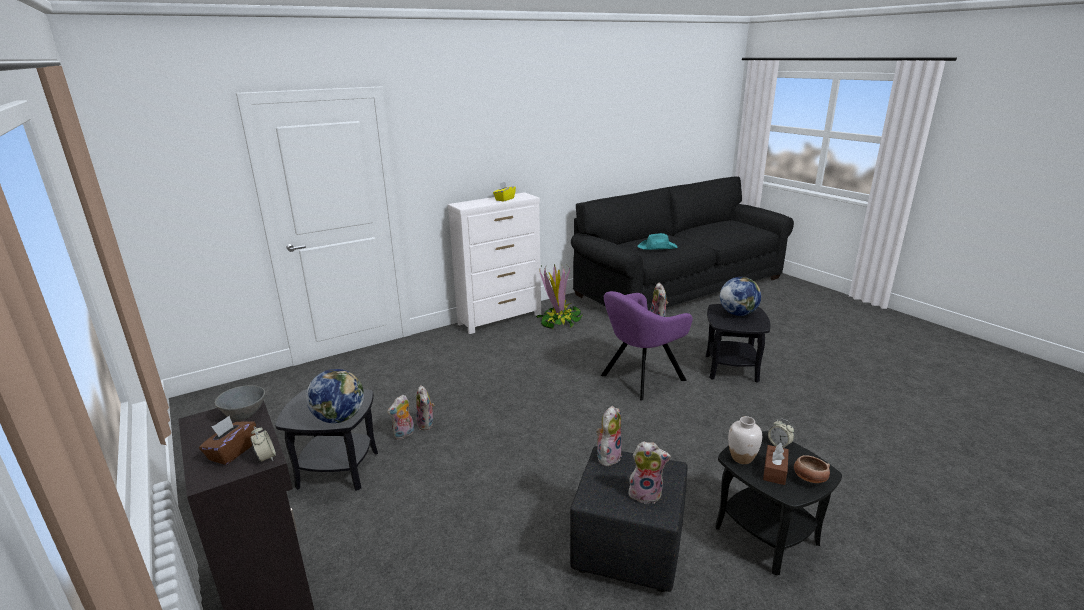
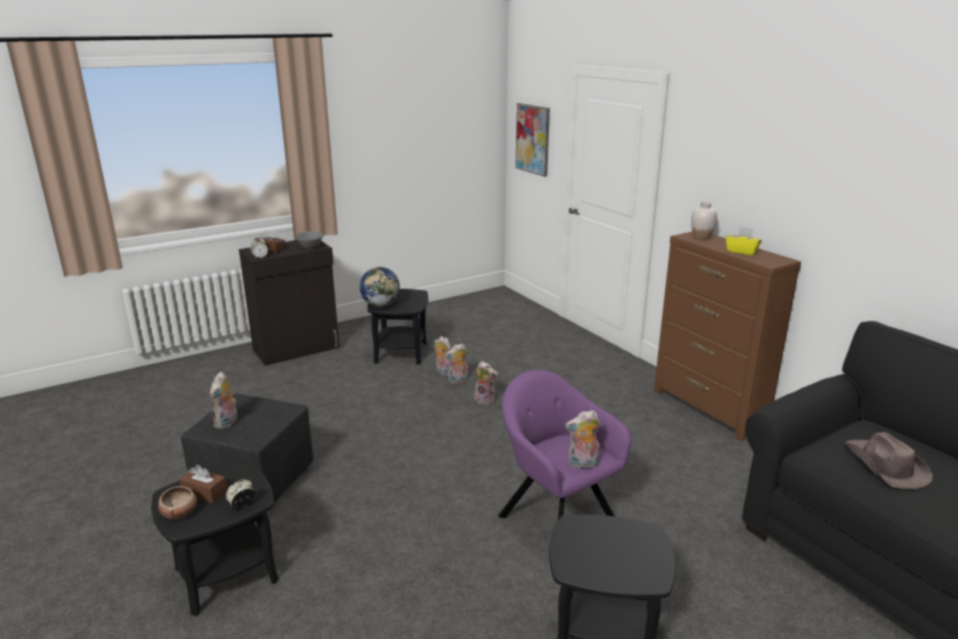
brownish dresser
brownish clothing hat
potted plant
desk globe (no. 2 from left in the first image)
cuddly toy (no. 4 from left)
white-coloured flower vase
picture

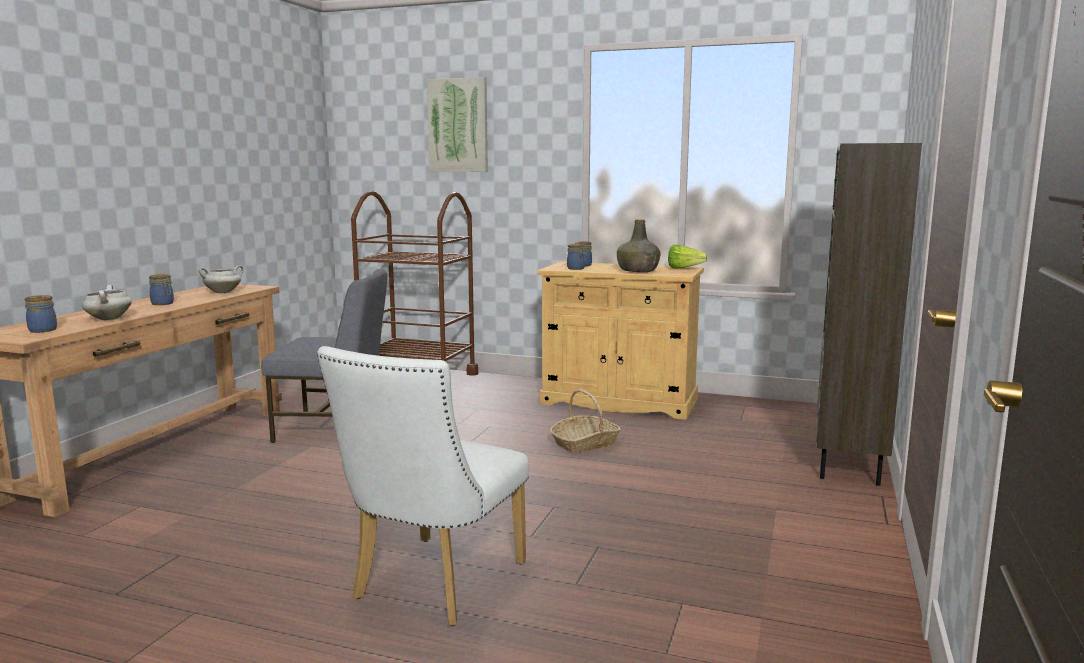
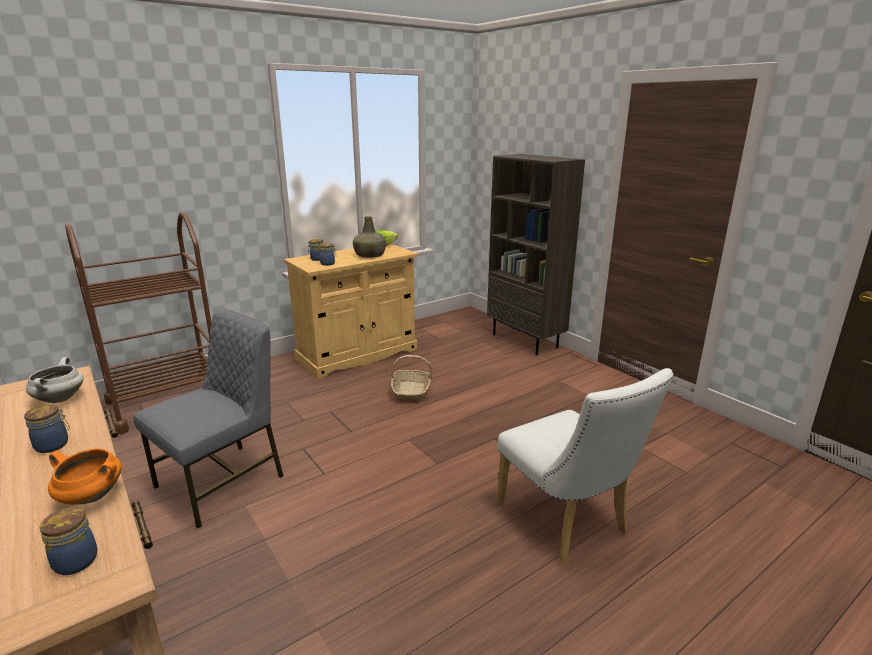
picture
orange-coloured saucepot

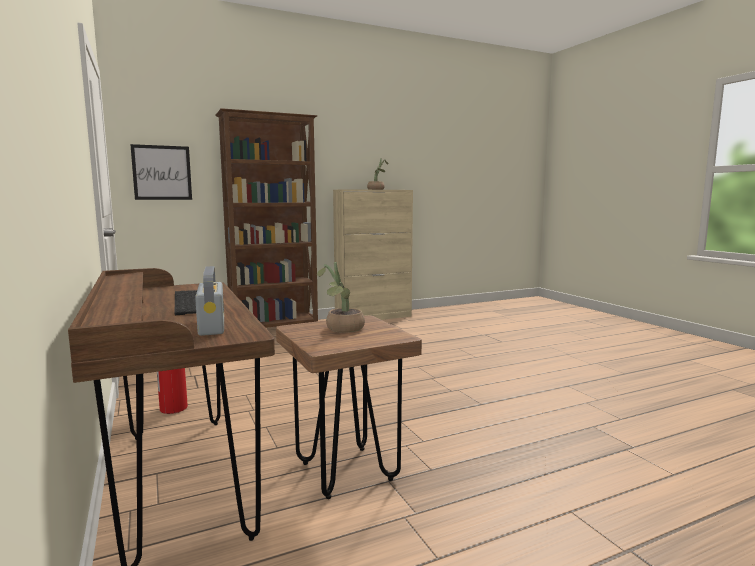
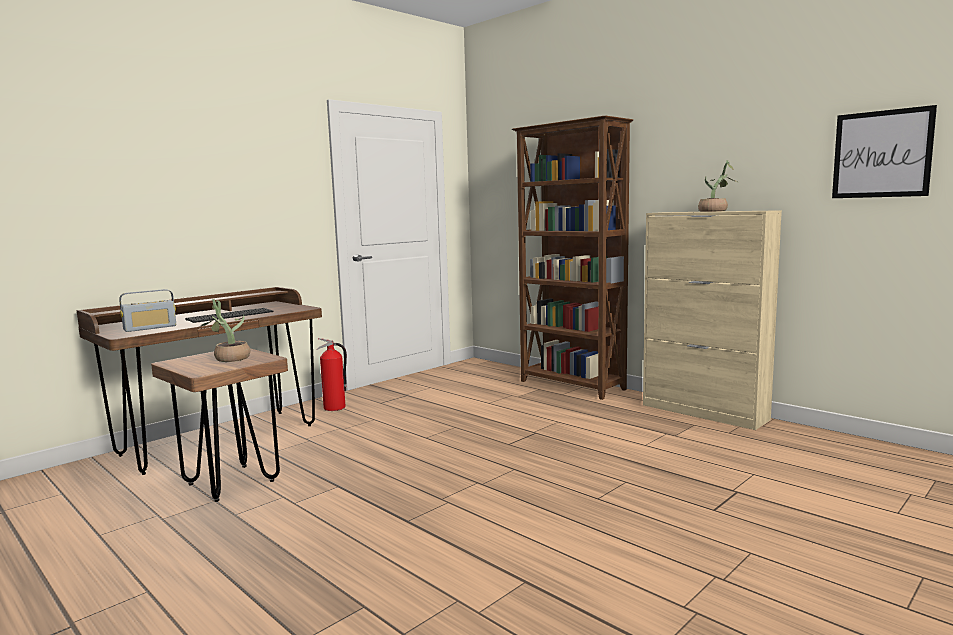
picture

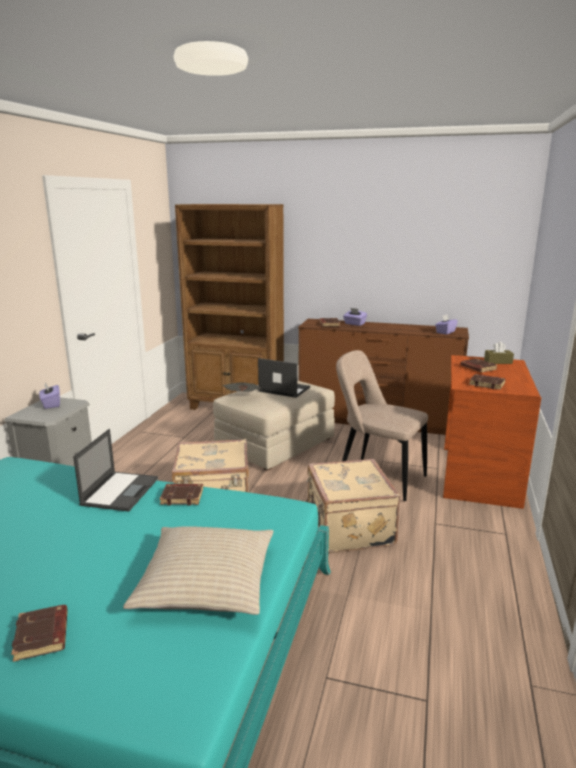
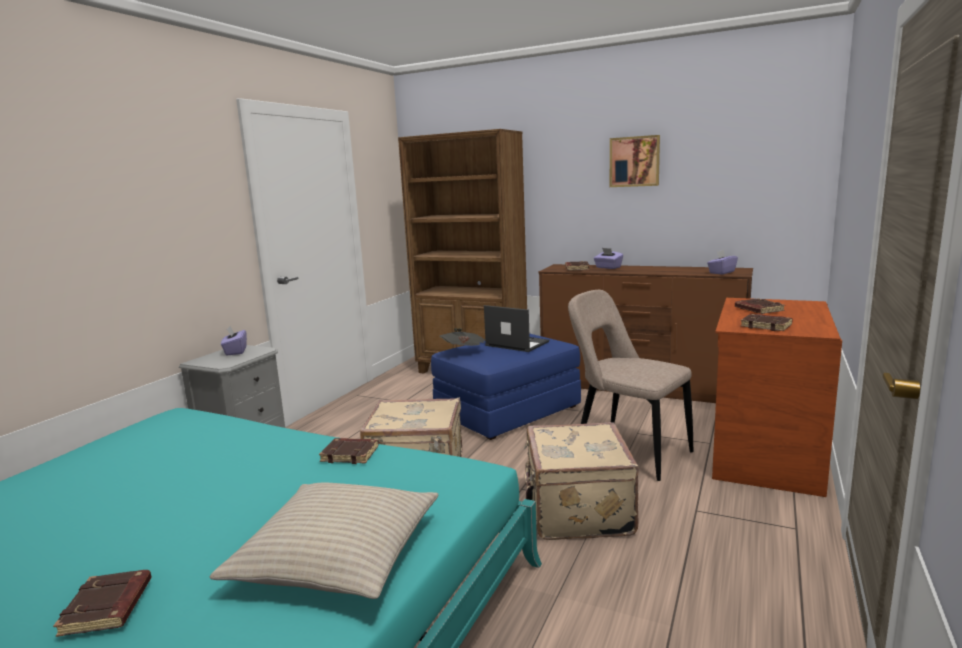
brownish tissue box
blue pouffe
portable computer (no. 1 from left in the first image)
picture

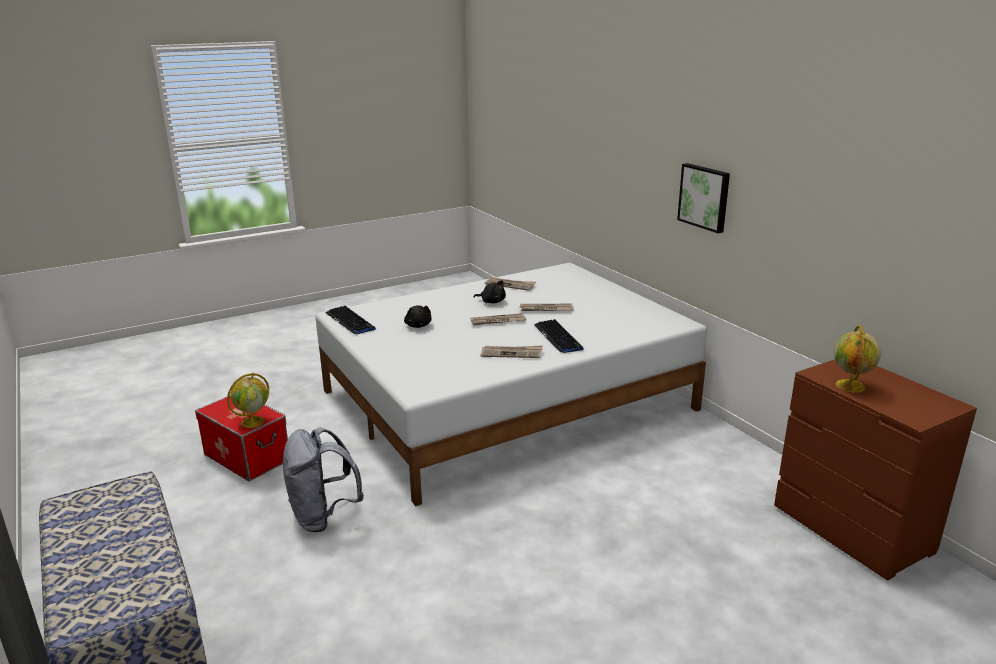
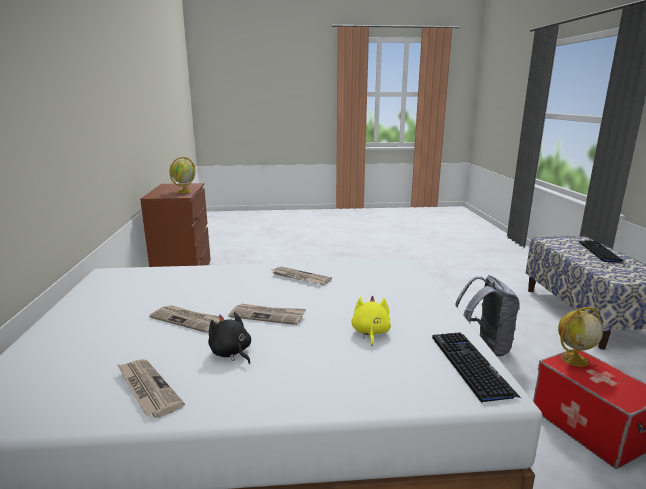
picture
yellow-coloured cuddly toy
computer keyboard (no. 2 from left)

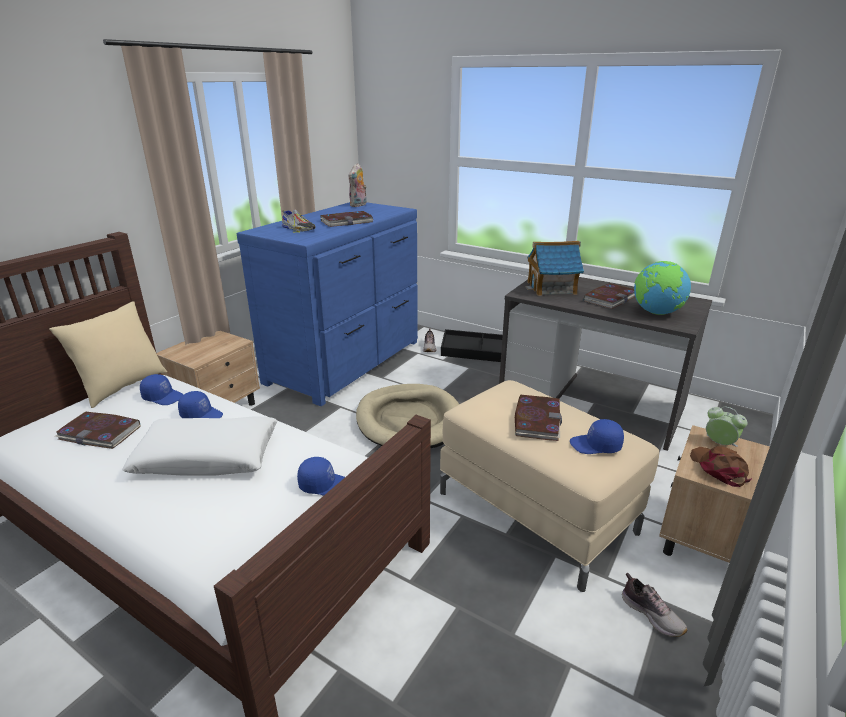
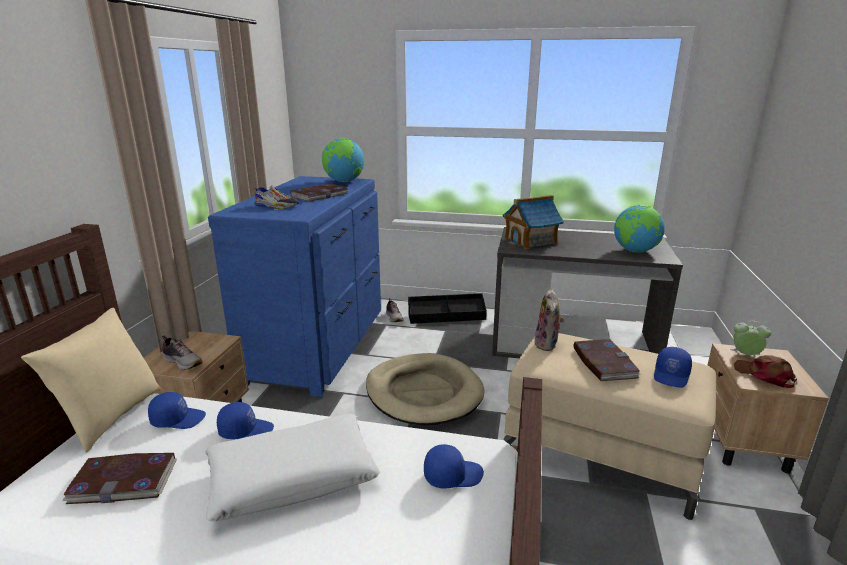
cuddly toy
volume (no. 4 from left in the first image)
blue peaked cap (no. 4 from left)
item of footwear (no. 1 from left)
desk globe (no. 1 from left)

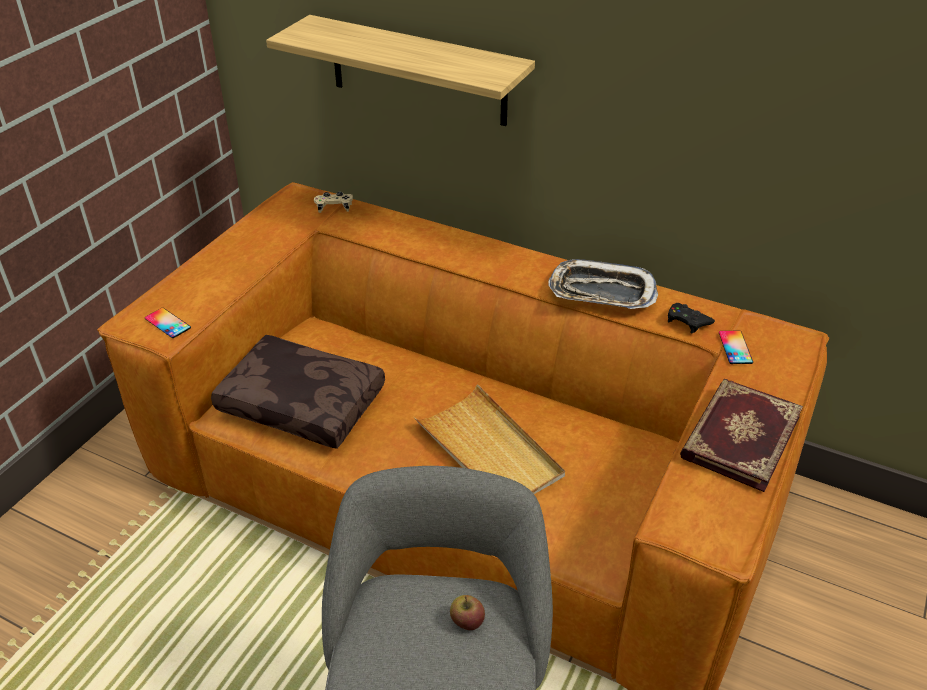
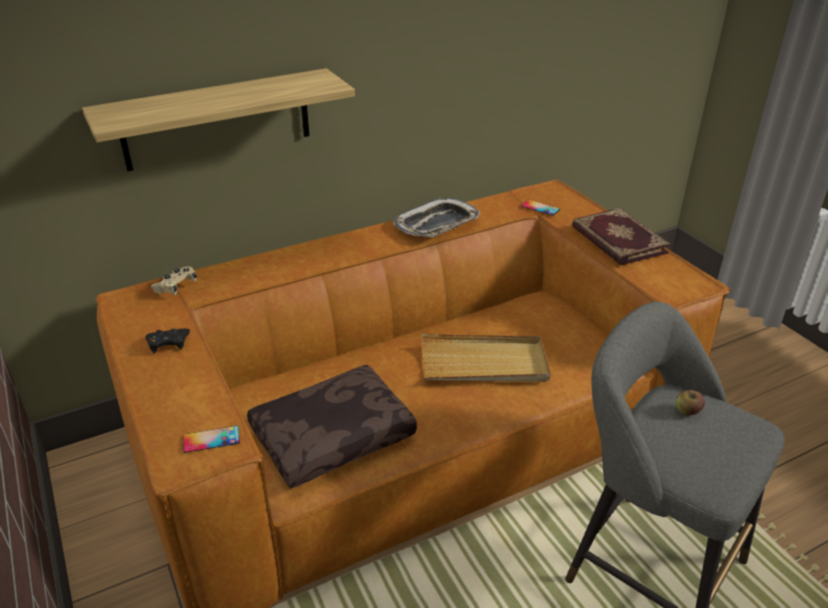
black joypad

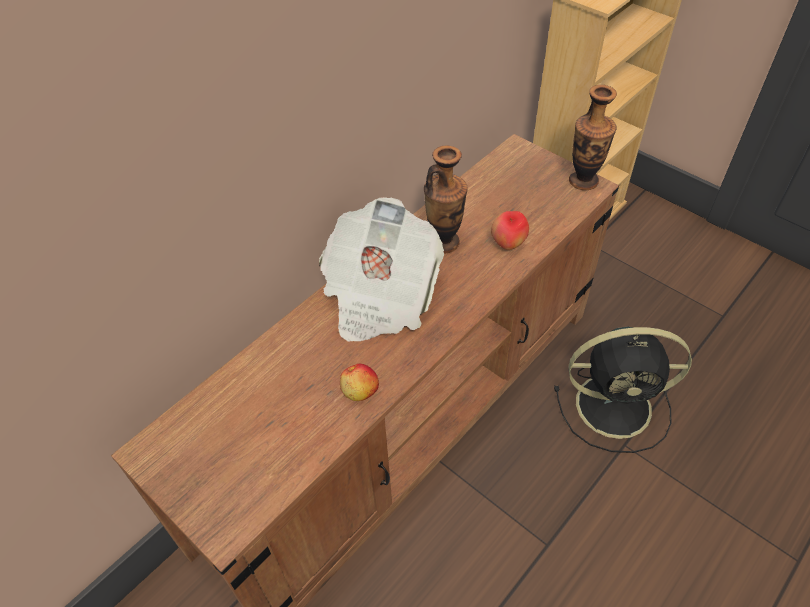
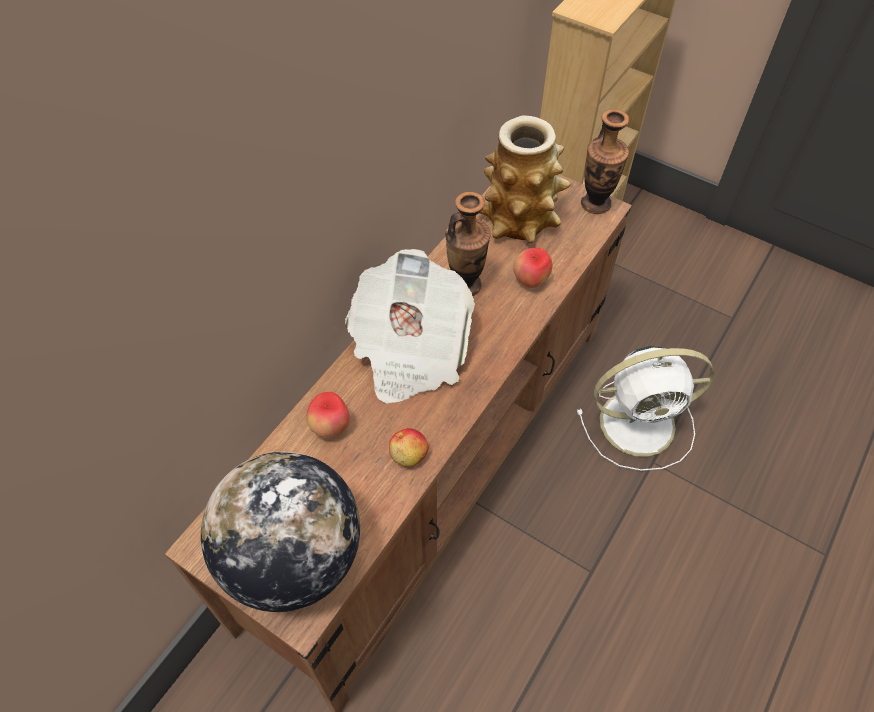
white-coloured fan
flower vase (no. 2 from left)
whole apple (no. 1 from left)
desk globe

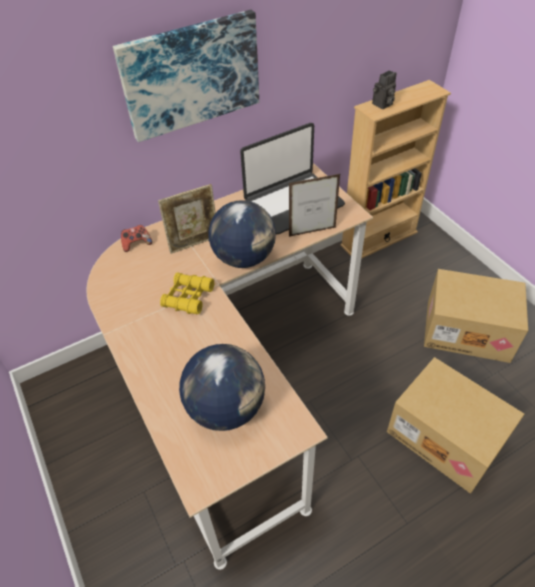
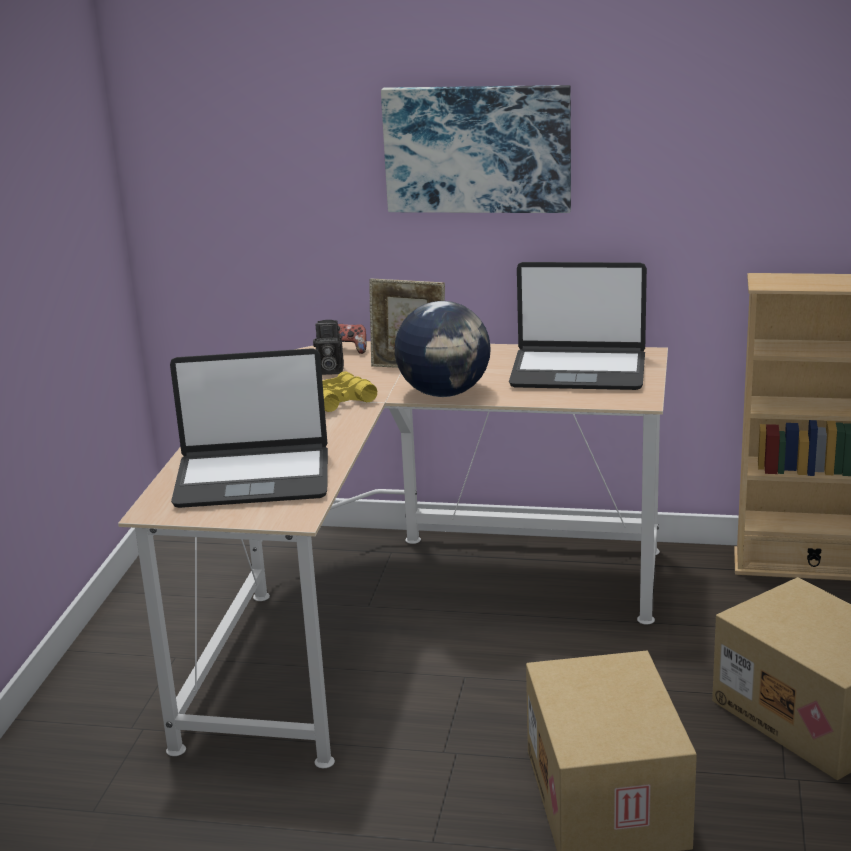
still camera
picture frame (no. 2 from left in the first image)
portable computer (no. 1 from left)

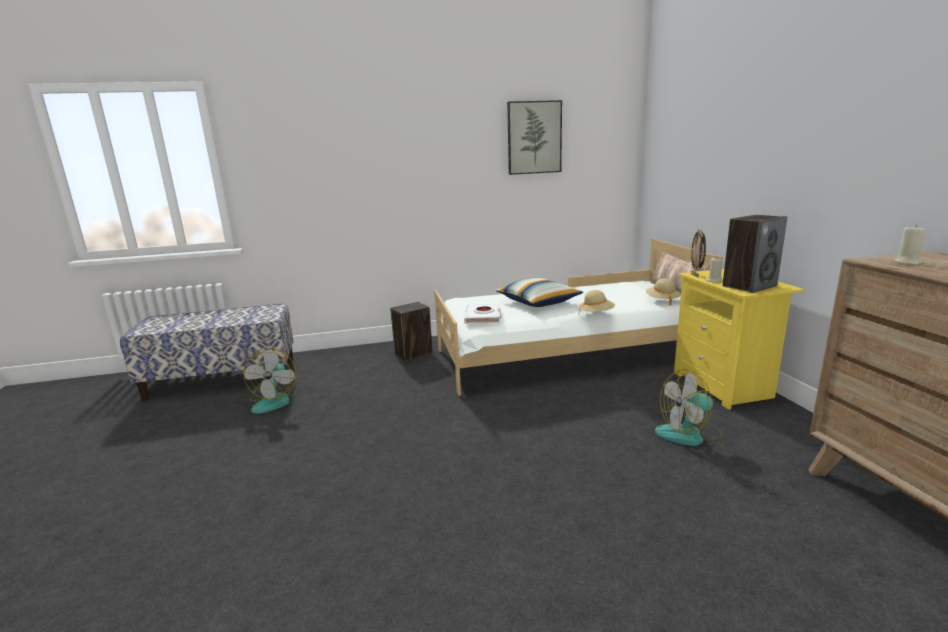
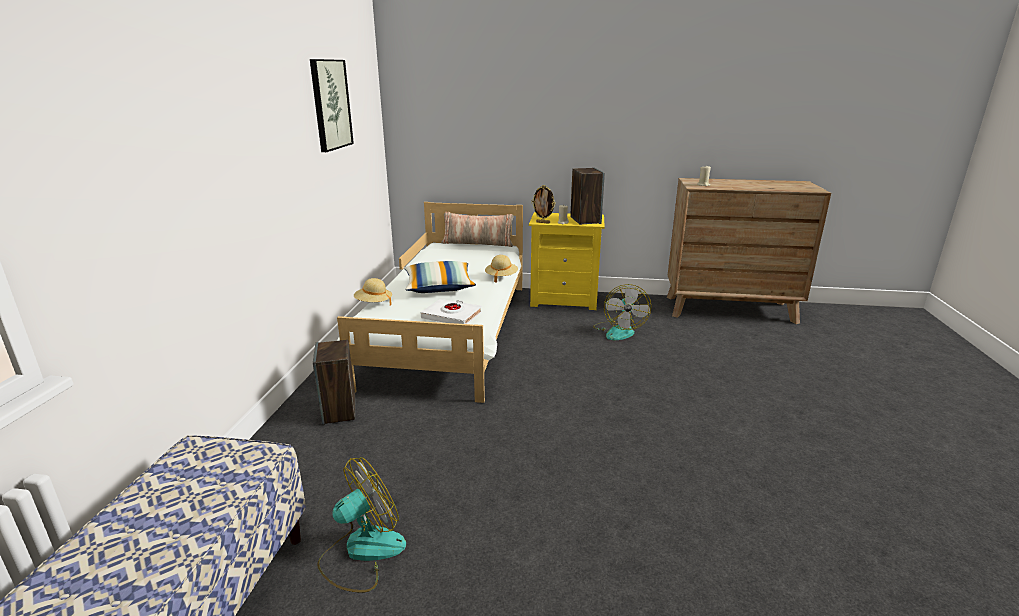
sand-coloured clothing hat (no. 1 from left)
fan (no. 1 from left)

